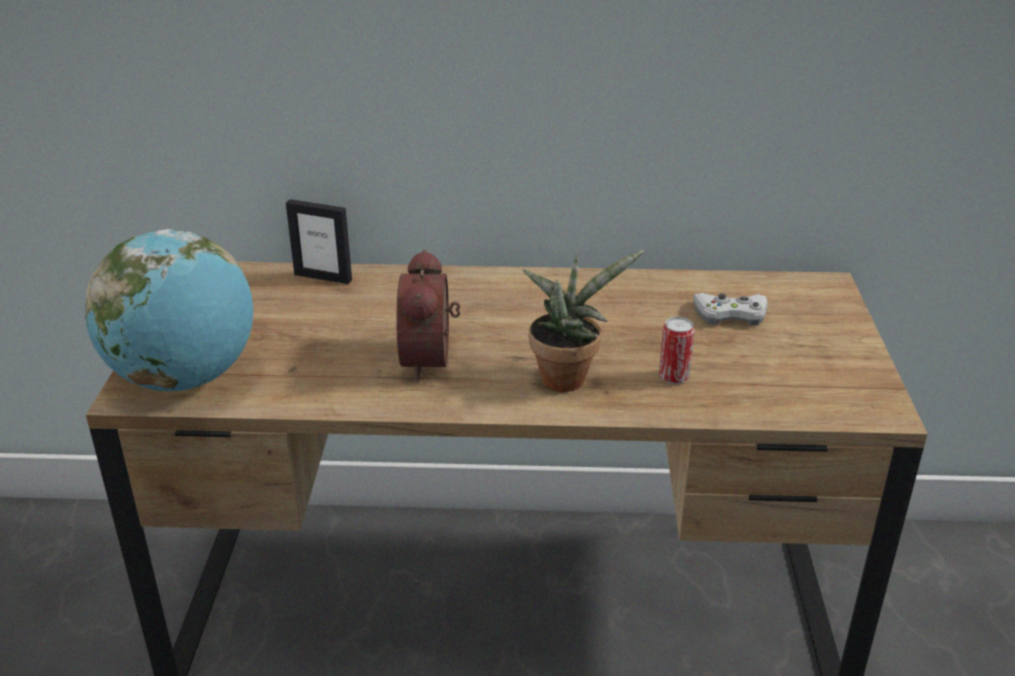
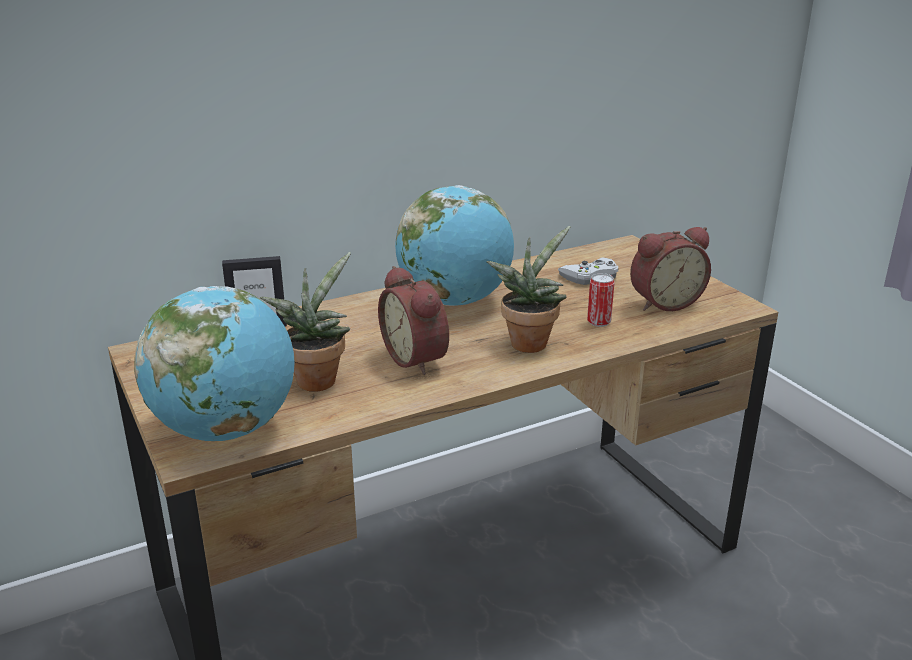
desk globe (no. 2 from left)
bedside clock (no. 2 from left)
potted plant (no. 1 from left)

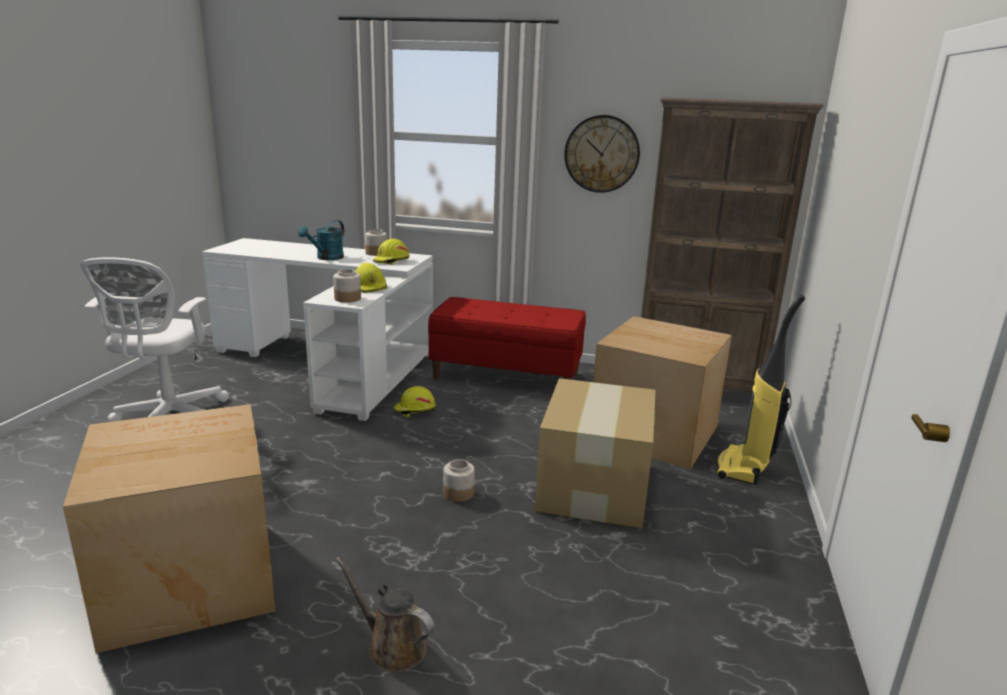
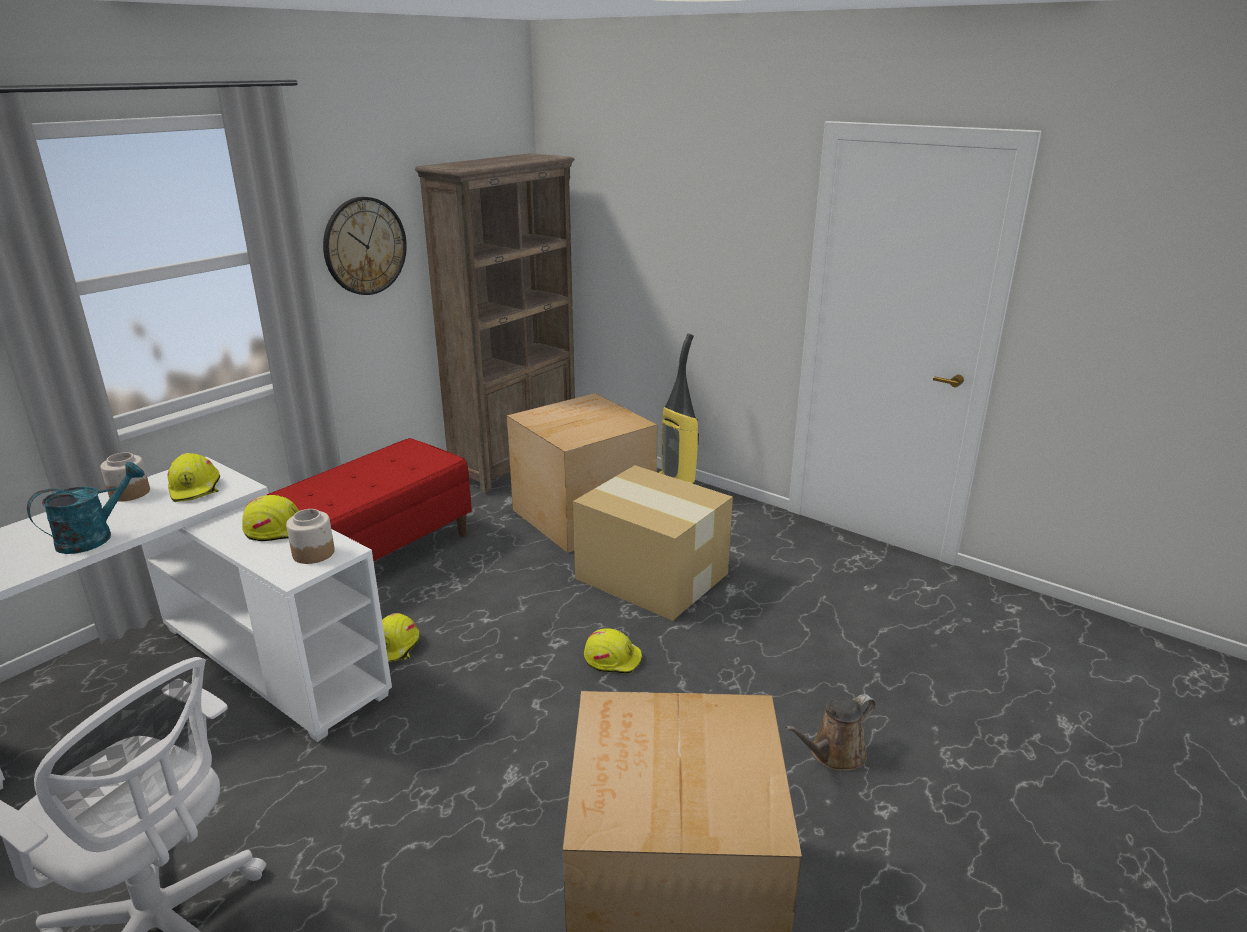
turquoise-coloured sprinkling can
yellow-coloured safety helmet (no. 4 from left)

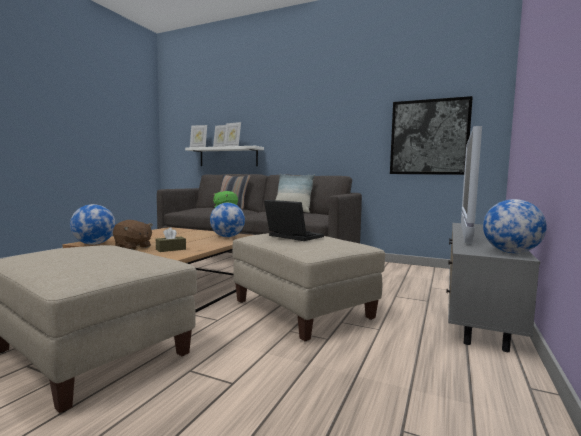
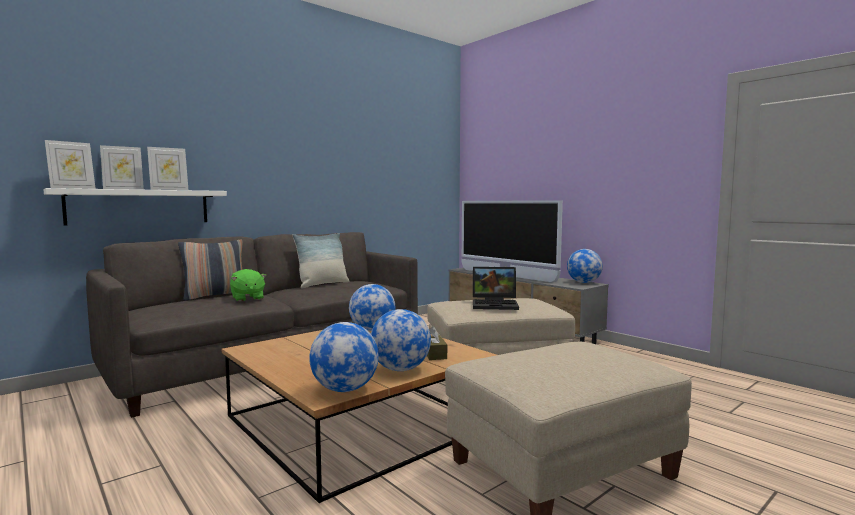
picture
portable computer
desk globe (no. 3 from left)

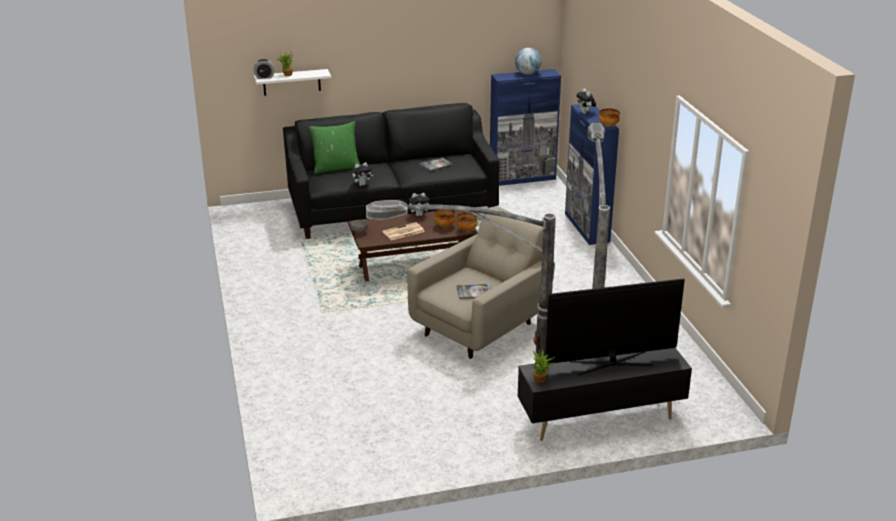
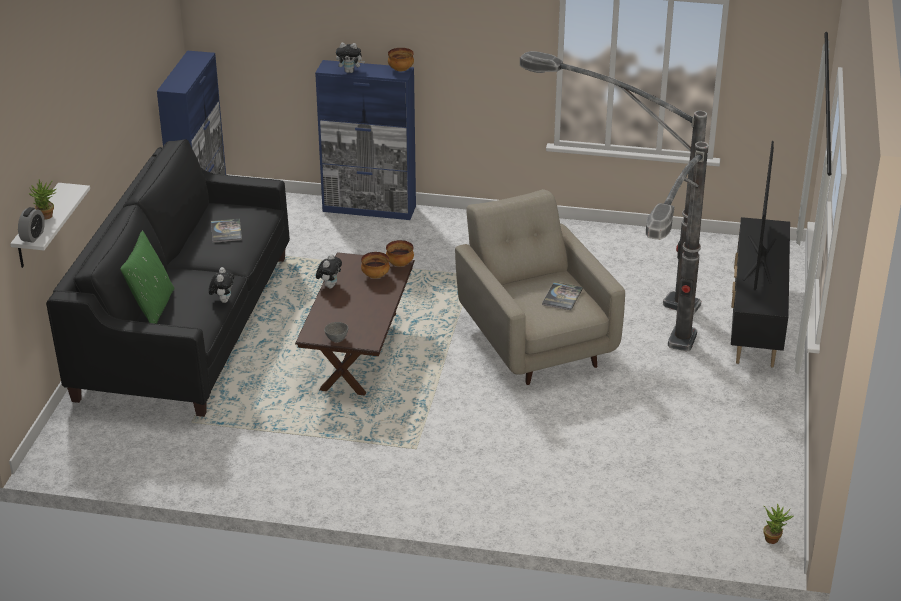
desk globe
daily paper
potted plant (no. 2 from left)

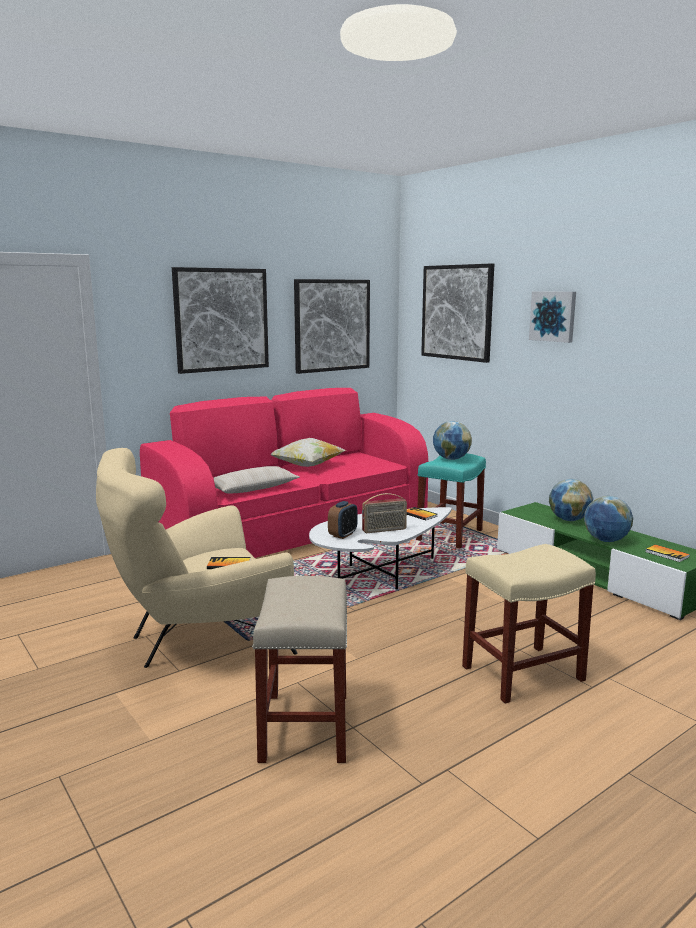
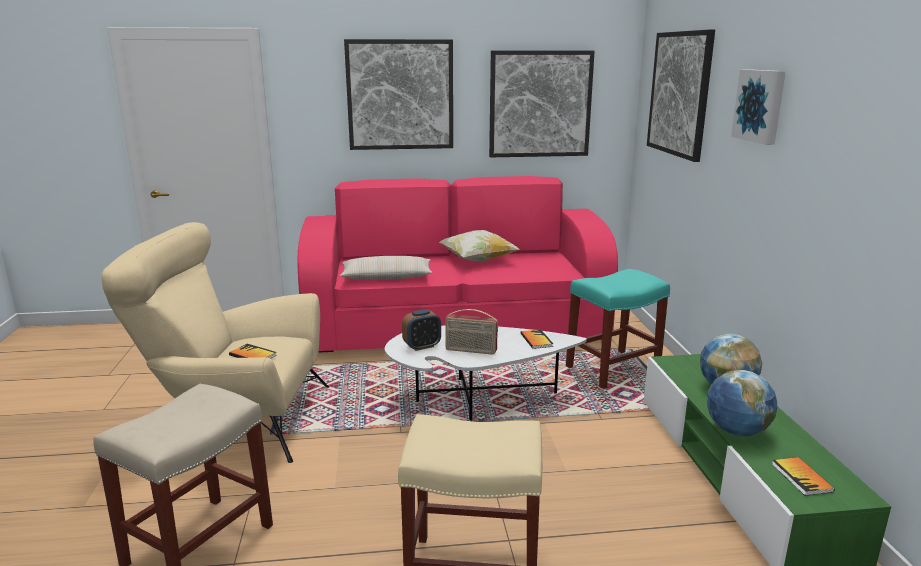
desk globe (no. 1 from left in the first image)

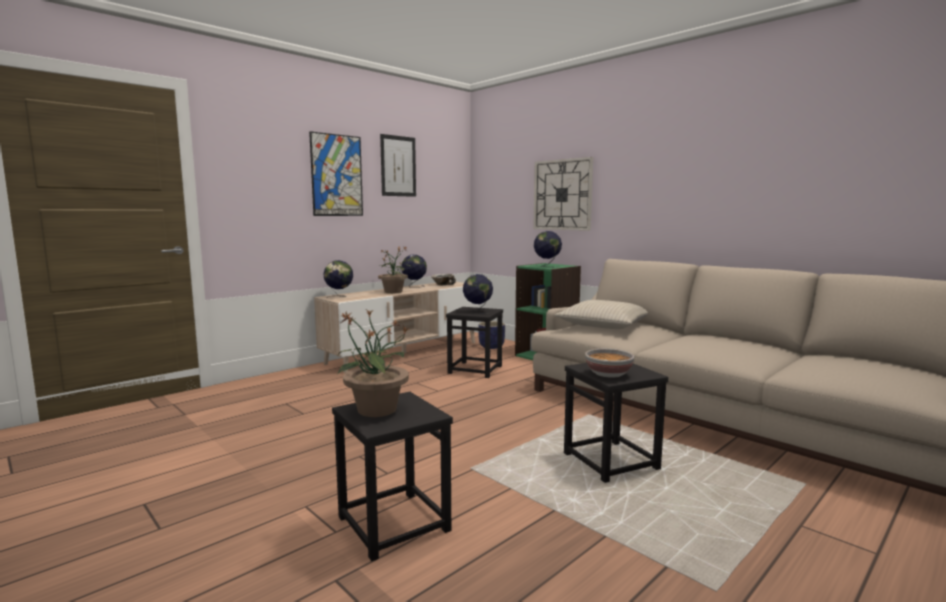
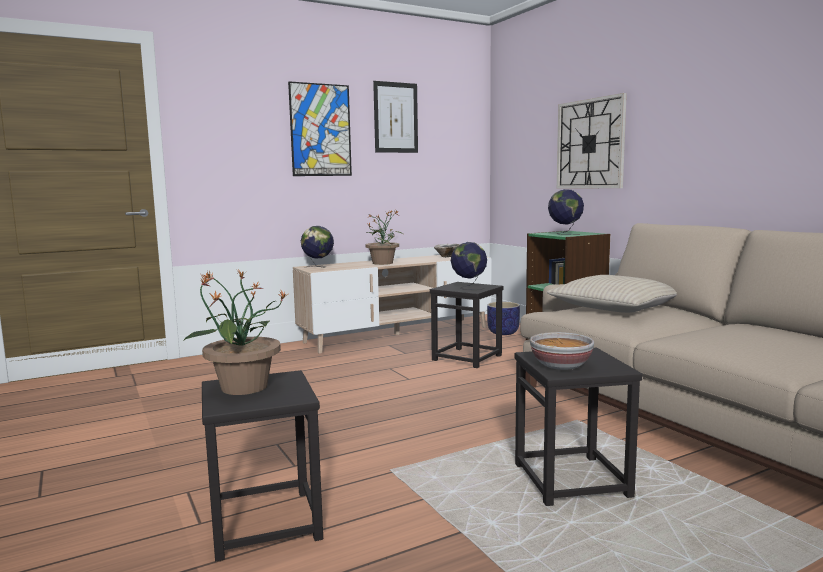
desk globe (no. 2 from left in the first image)

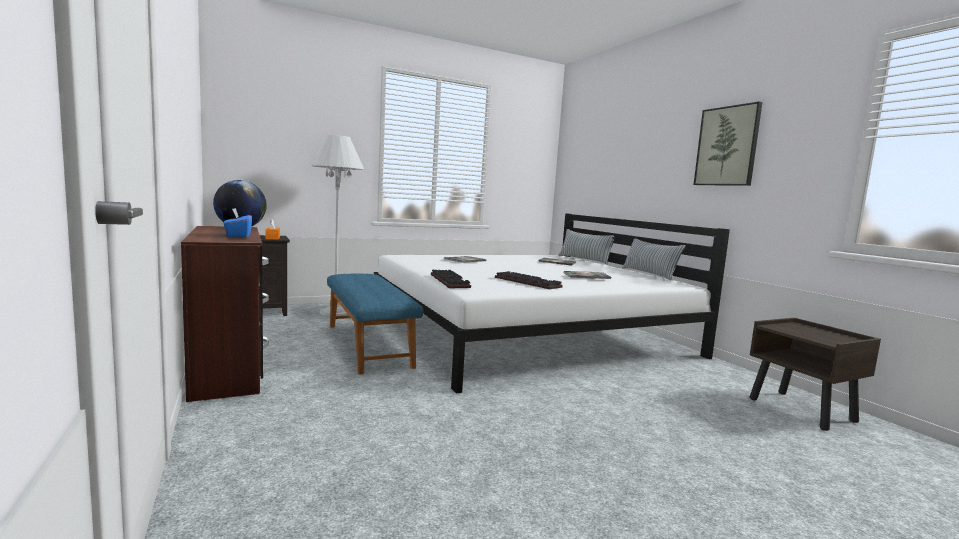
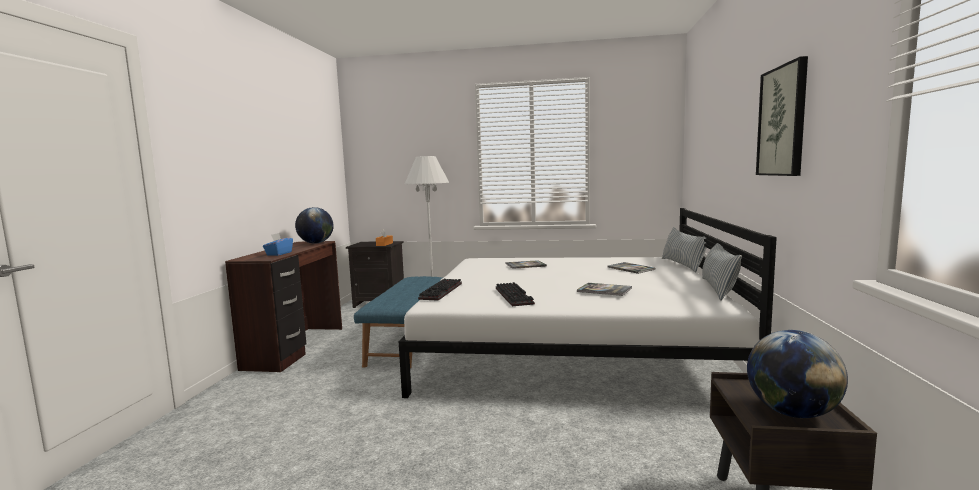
desk globe (no. 2 from left)

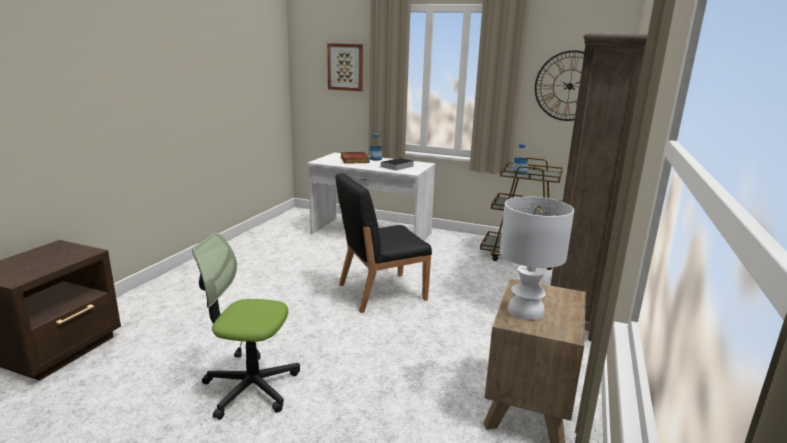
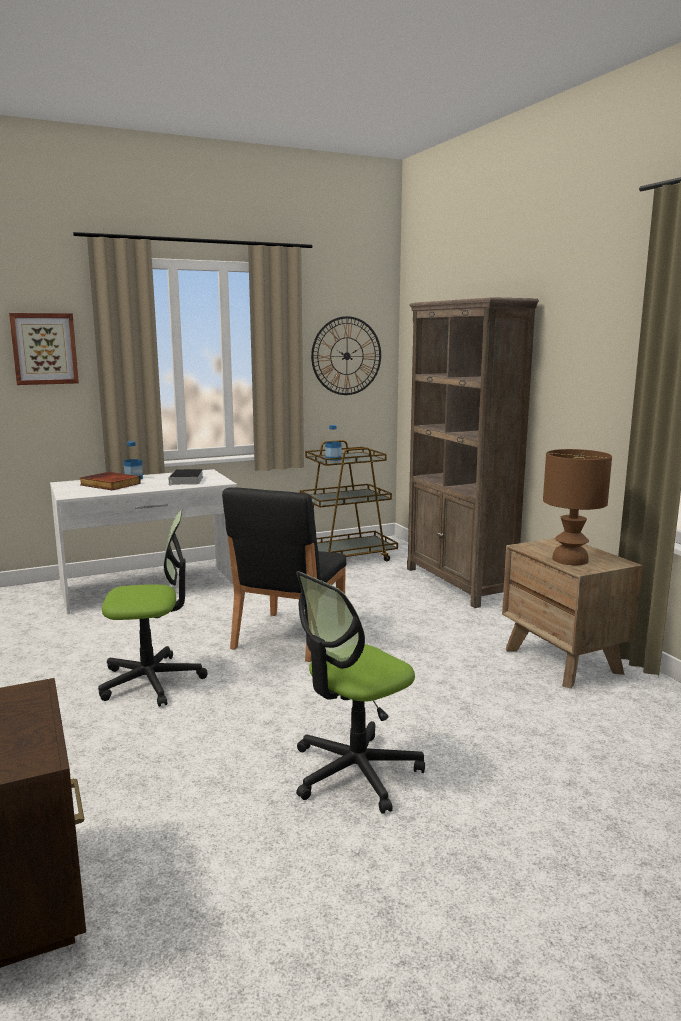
brownish tabletop lamp
office chair (no. 1 from left)

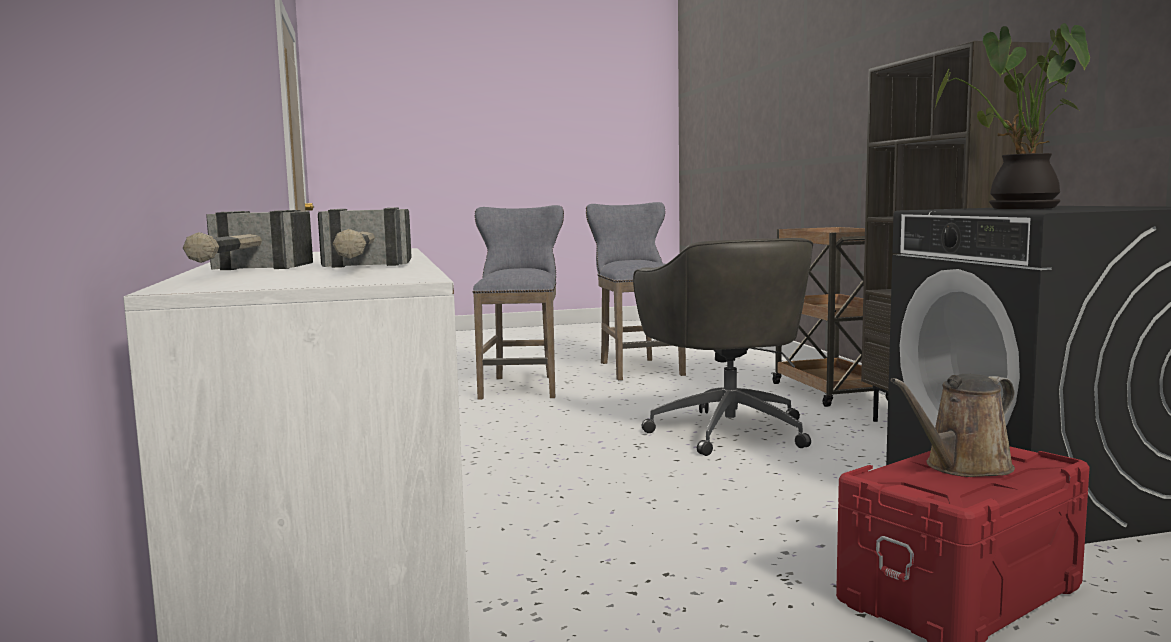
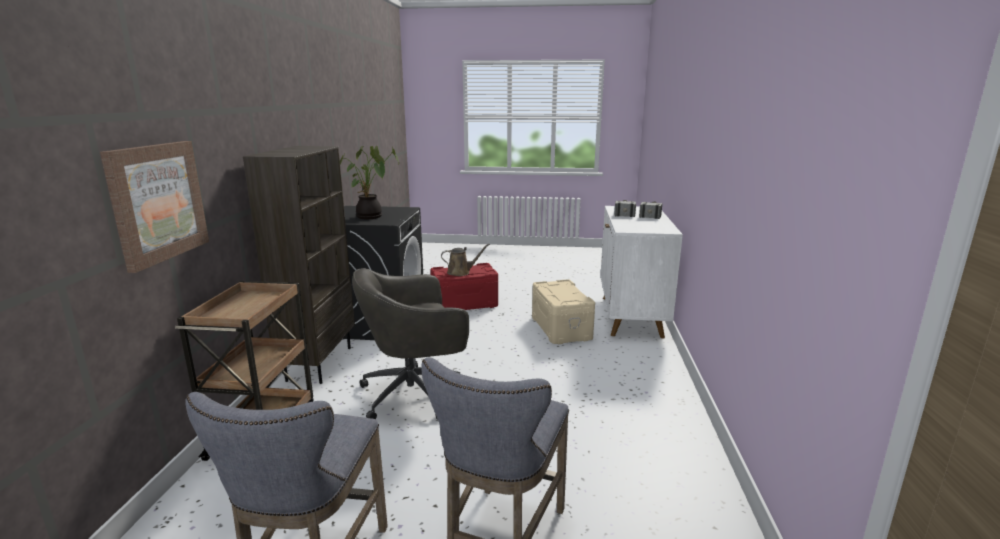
gray office chair
picture
sand-coloured storage container

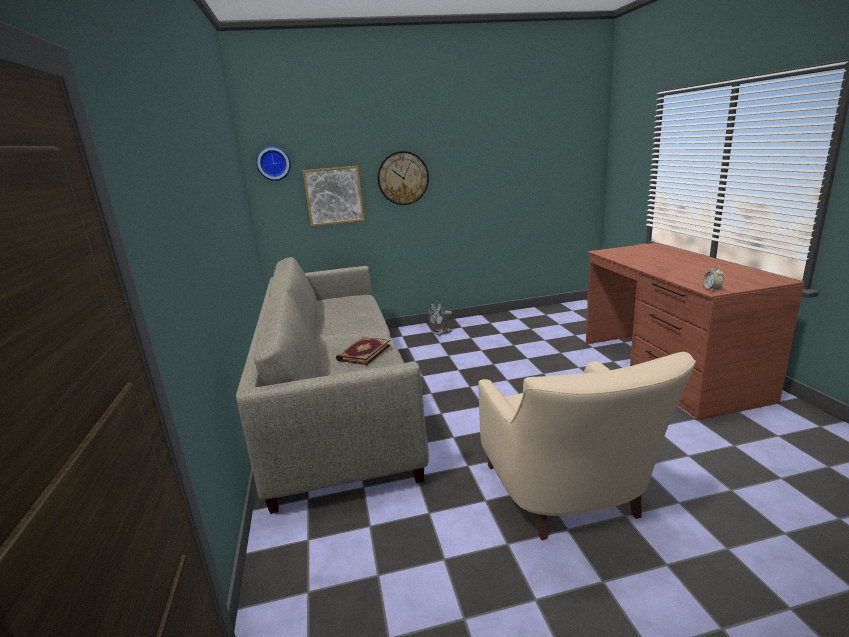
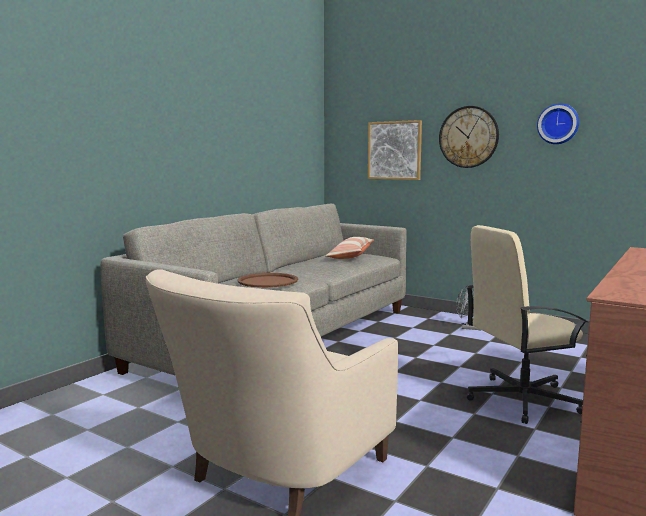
clock on the wall (no. 2 from left)
bedside clock
brownish carrying tray
sand-coloured office chair
pillow

